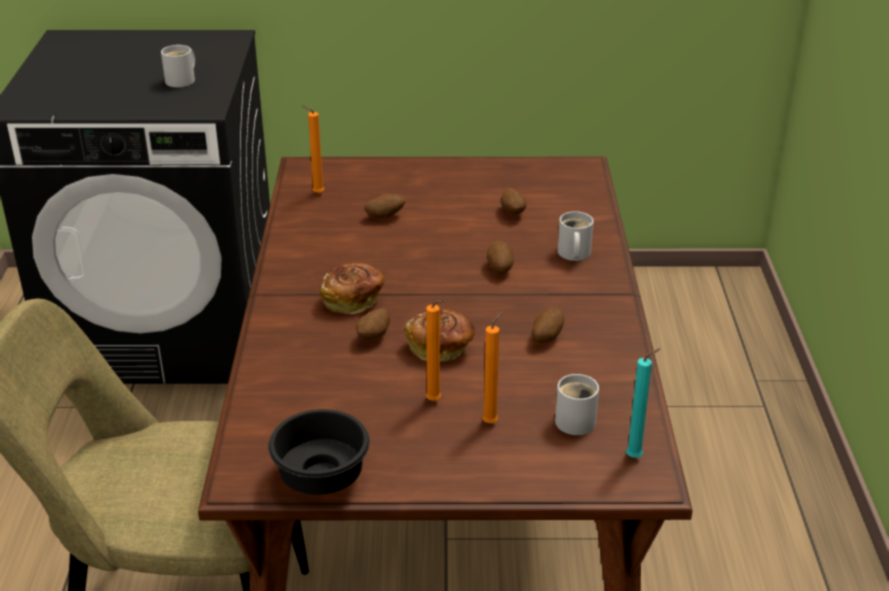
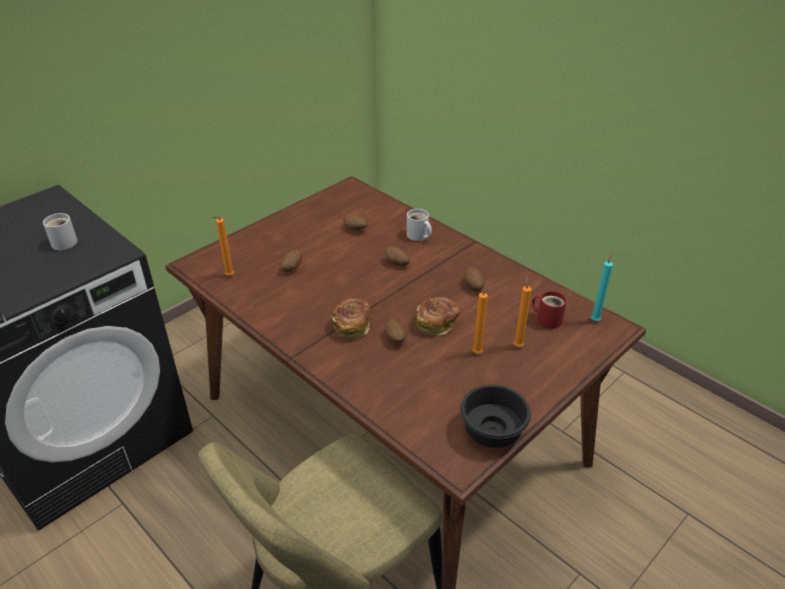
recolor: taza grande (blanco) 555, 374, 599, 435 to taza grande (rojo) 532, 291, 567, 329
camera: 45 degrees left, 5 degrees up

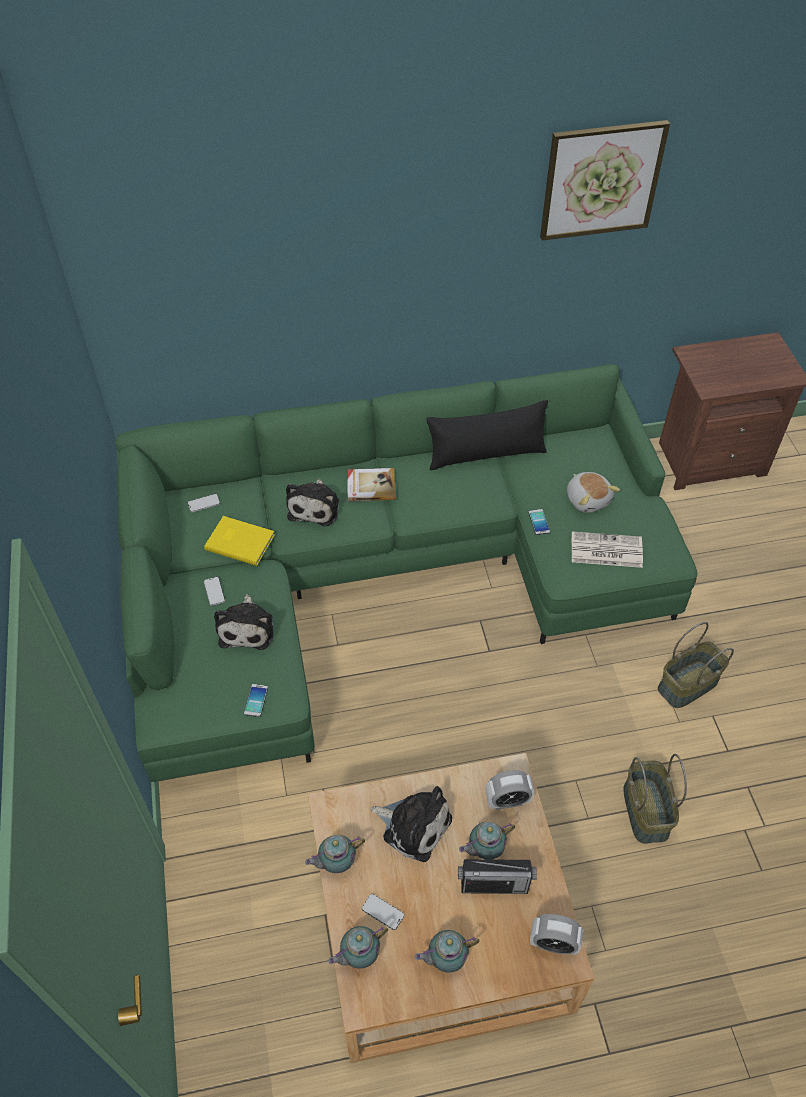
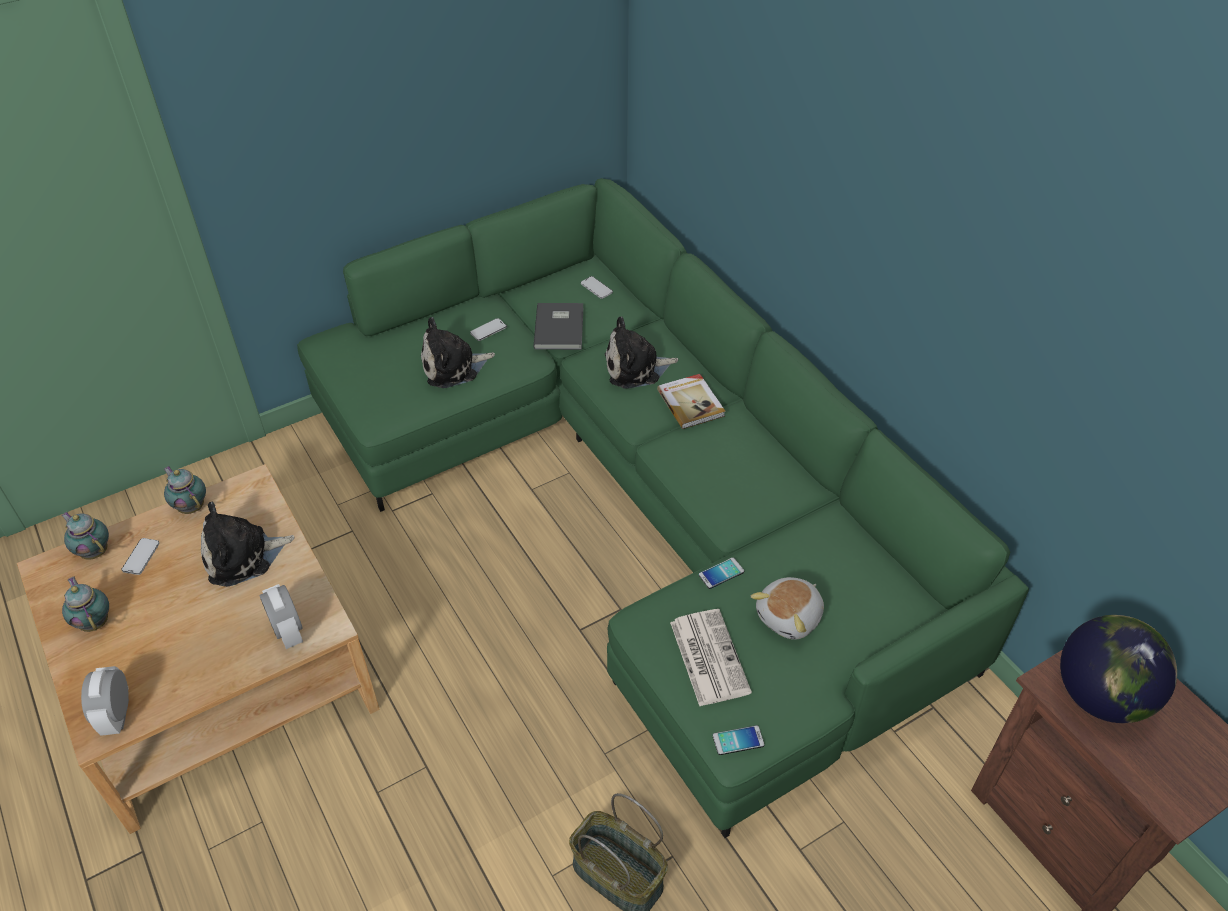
delete: cojín (negro) 427, 400, 548, 470; radio 458, 859, 537, 894; tetera 459, 821, 515, 860; cuadro 540, 120, 670, 241; cesta 623, 754, 687, 844
insert: globo terráqueo 1060, 615, 1177, 723
move: móvil 244, 684, 268, 717 to 713, 725, 765, 755
recolor: libro (amarillo) 204, 516, 275, 566 to libro (gris) 533, 303, 583, 350
rotate: peluche 370, 786, 452, 862 = 201, 502, 295, 587 60 degrees clockwise
camera: 70 degrees right, 5 degrees down

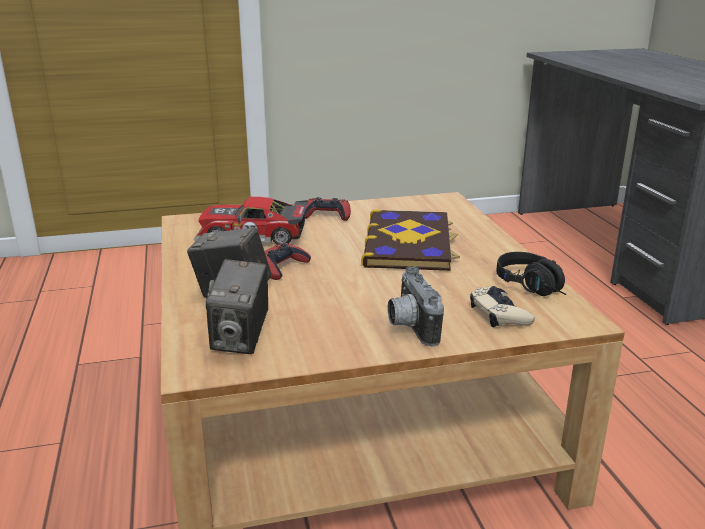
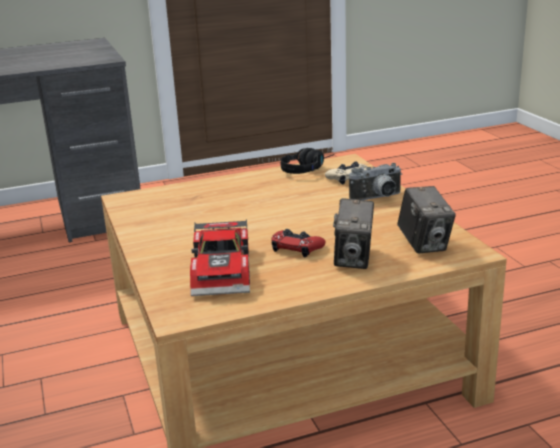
delete: mando de consola (rojo) 305, 197, 351, 221; libro 361, 209, 460, 271
rotate: cámara 206, 259, 268, 354 = 397, 186, 456, 254 75 degrees clockwise
camera: 95 degrees left, 0 degrees up

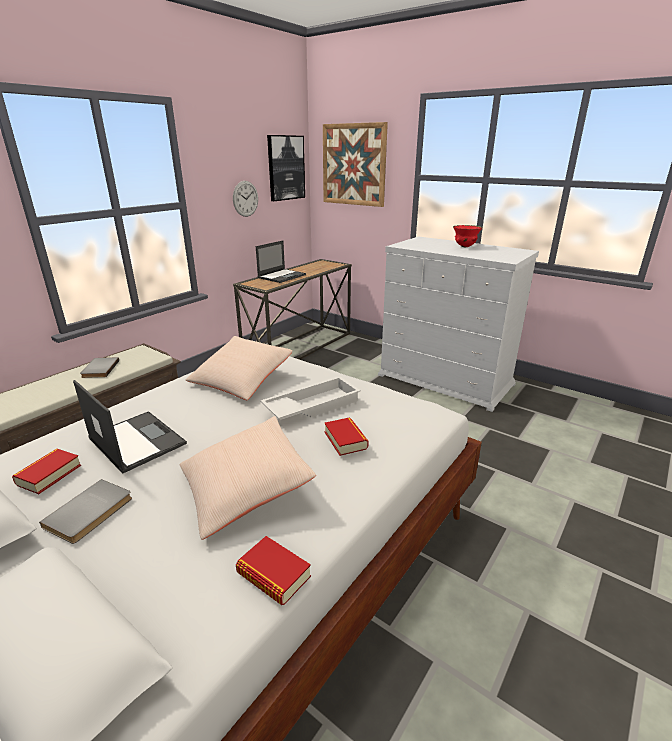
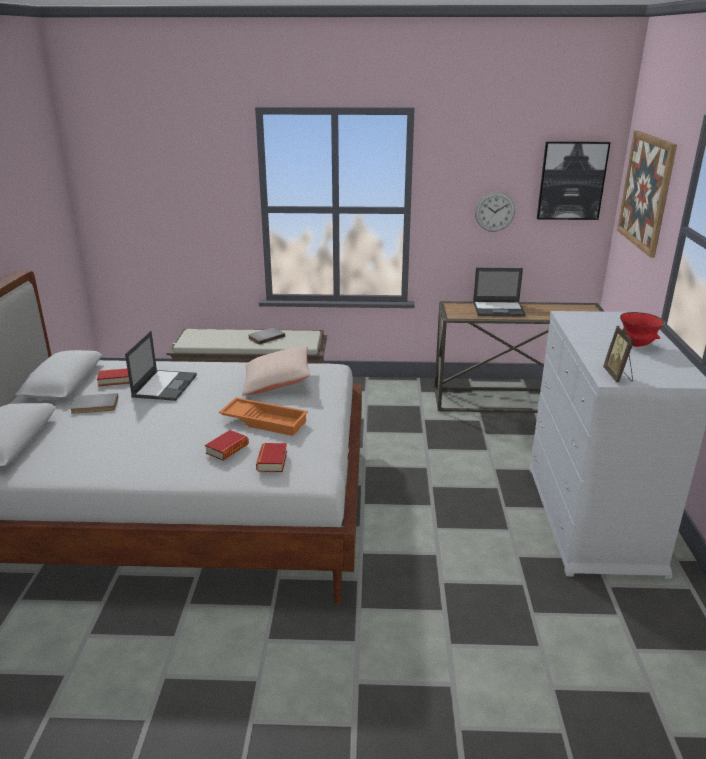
delete: cojín (beis) 180, 416, 316, 540
insert: portarretratos 603, 326, 634, 382
move: libro 236, 536, 311, 605 to 256, 443, 287, 472
recolor: bandeja (blanco) 260, 376, 361, 420 to bandeja (naranja) 219, 397, 308, 436
camera: 55 degrees right, 0 degrees up

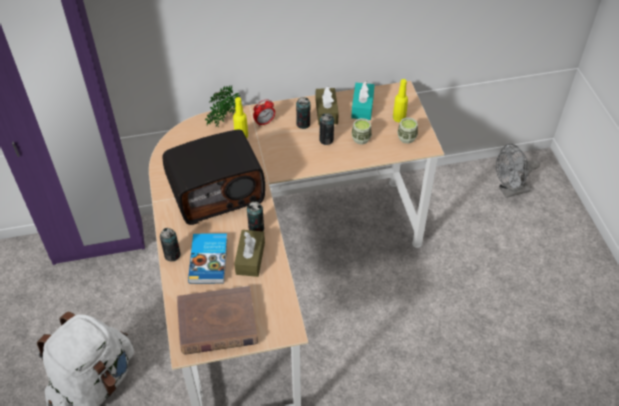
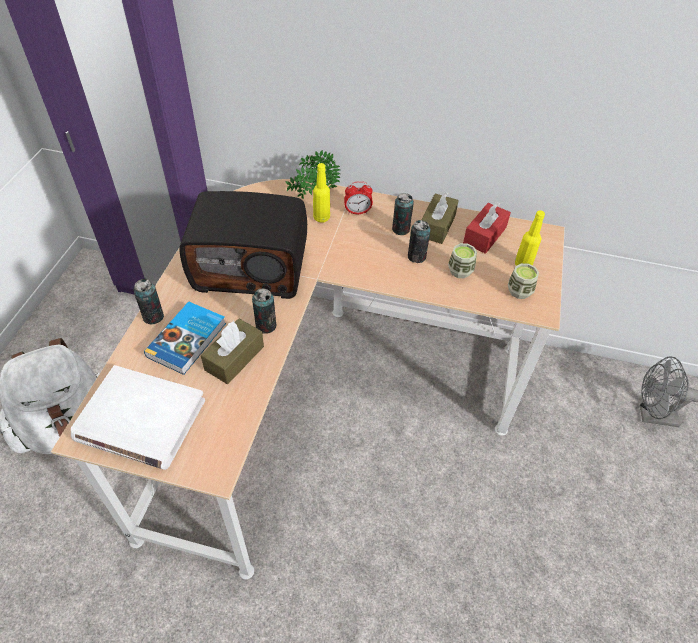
recolor: libro (marrón) 177, 286, 258, 355 to libro (blanco) 71, 365, 205, 470; caja de pañuelos (turquesa) 351, 81, 375, 120 to caja de pañuelos (rojo) 463, 202, 511, 254
camera: 25 degrees right, 0 degrees up

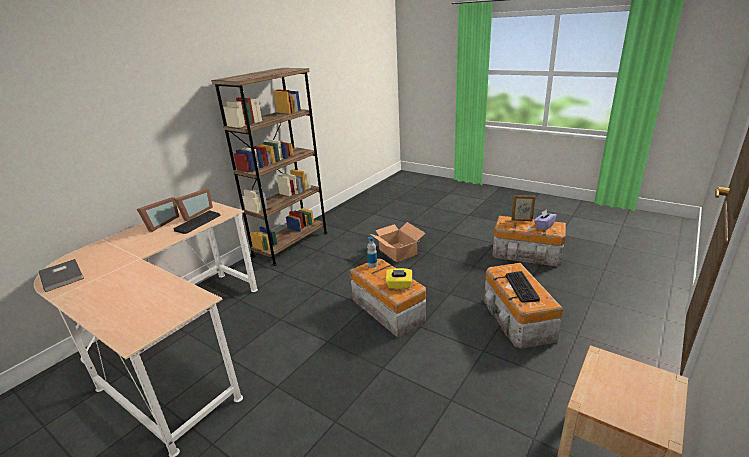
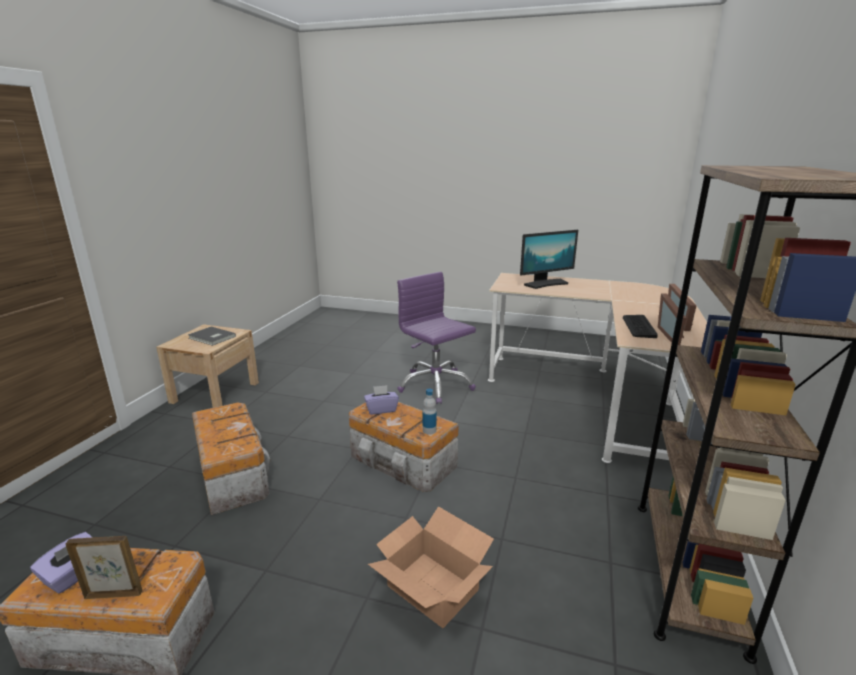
delete: teclado 506, 271, 540, 303
insert: silla de oficina (morado) 397, 272, 476, 404; monitor 520, 230, 578, 289
move: libro (gris) 39, 259, 84, 292 to 188, 327, 236, 346
recolor: caja de pañuelos (amarillo) 386, 268, 412, 289 to caja de pañuelos (morado) 364, 385, 399, 415
camera: 160 degrees right, 5 degrees down

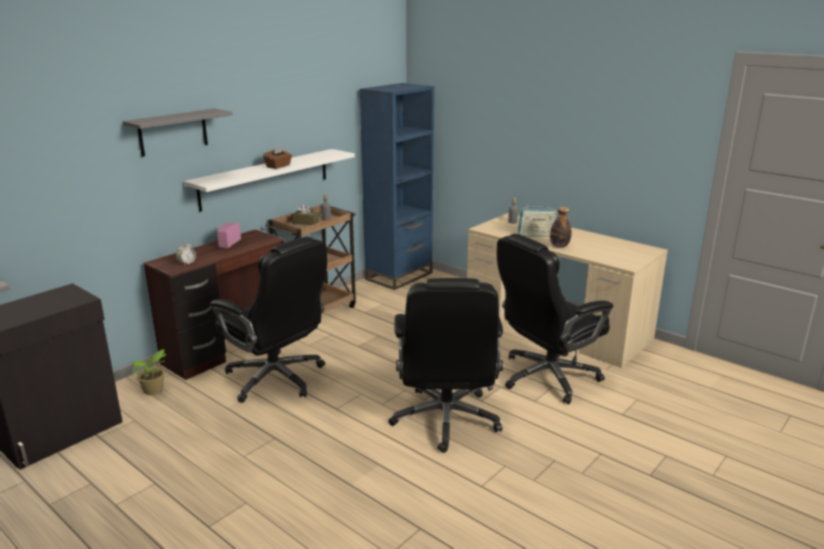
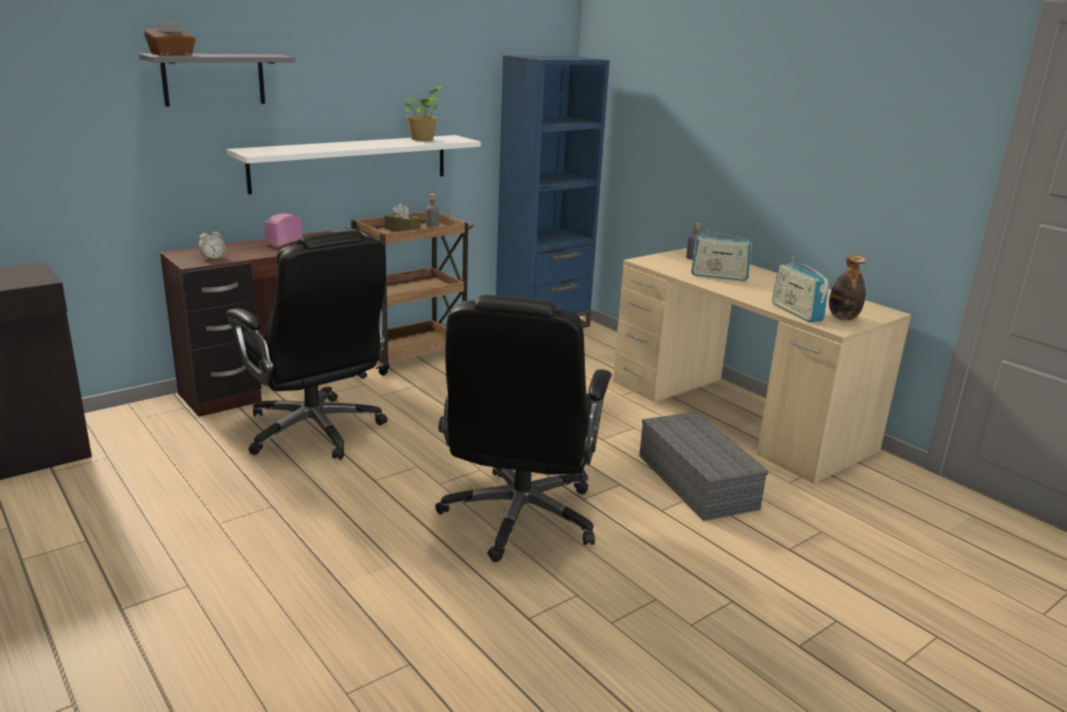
insert: radio 772, 256, 829, 323
move: caja de pañuelos (marrón) 263, 146, 292, 169 to 144, 20, 196, 56; planta en maceta 132, 349, 166, 395 to 404, 86, 441, 141; botella 550, 207, 571, 248 to 829, 254, 866, 320
replace: silla de oficina (negro) 497, 234, 613, 404 to caja de almacenaje (gris) 639, 412, 769, 521
camera: 10 degrees right, 0 degrees up

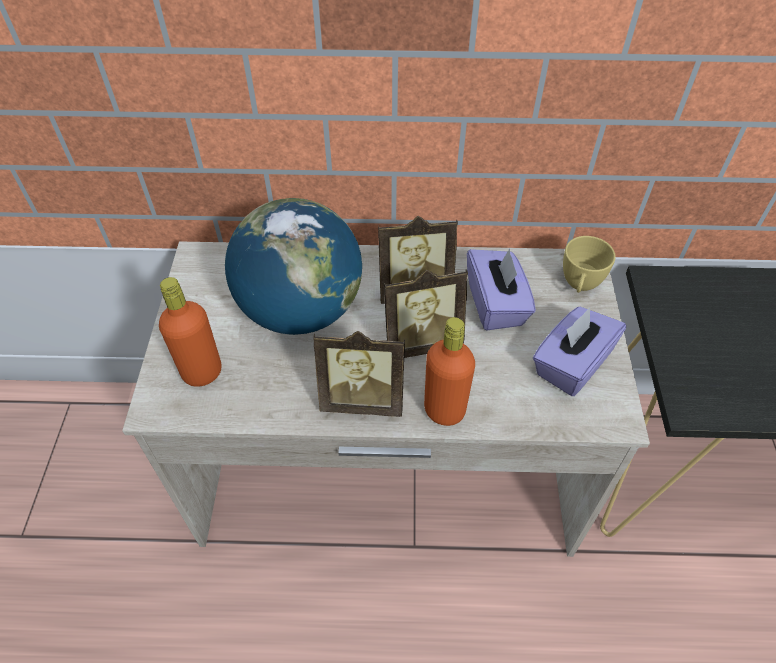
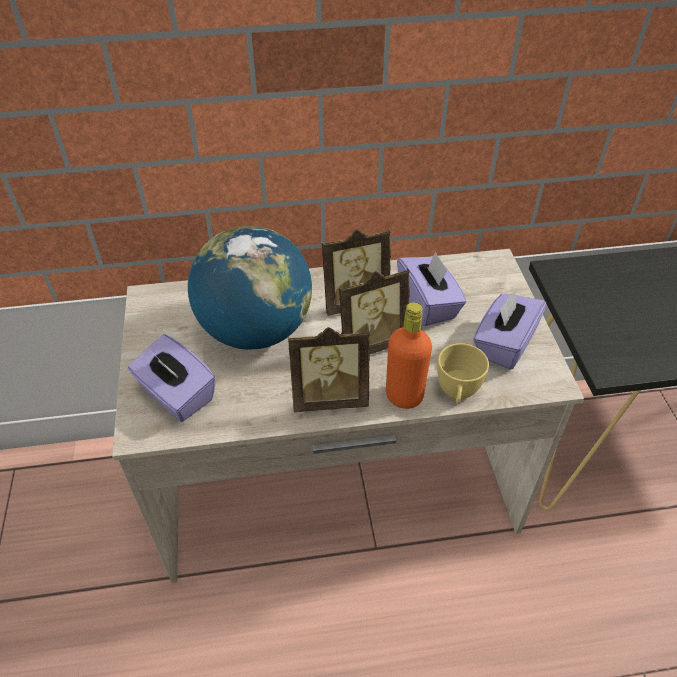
move: taza (amarillo) 563, 236, 616, 293 to 437, 343, 489, 404
replace: botella (naranja) 159, 277, 221, 387 to caja de pañuelos (morado) 128, 335, 216, 422
camera: 10 degrees left, 5 degrees down

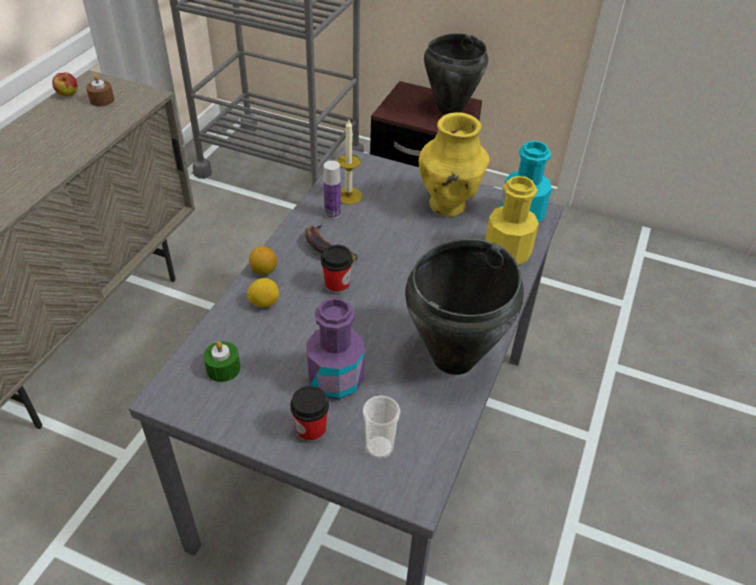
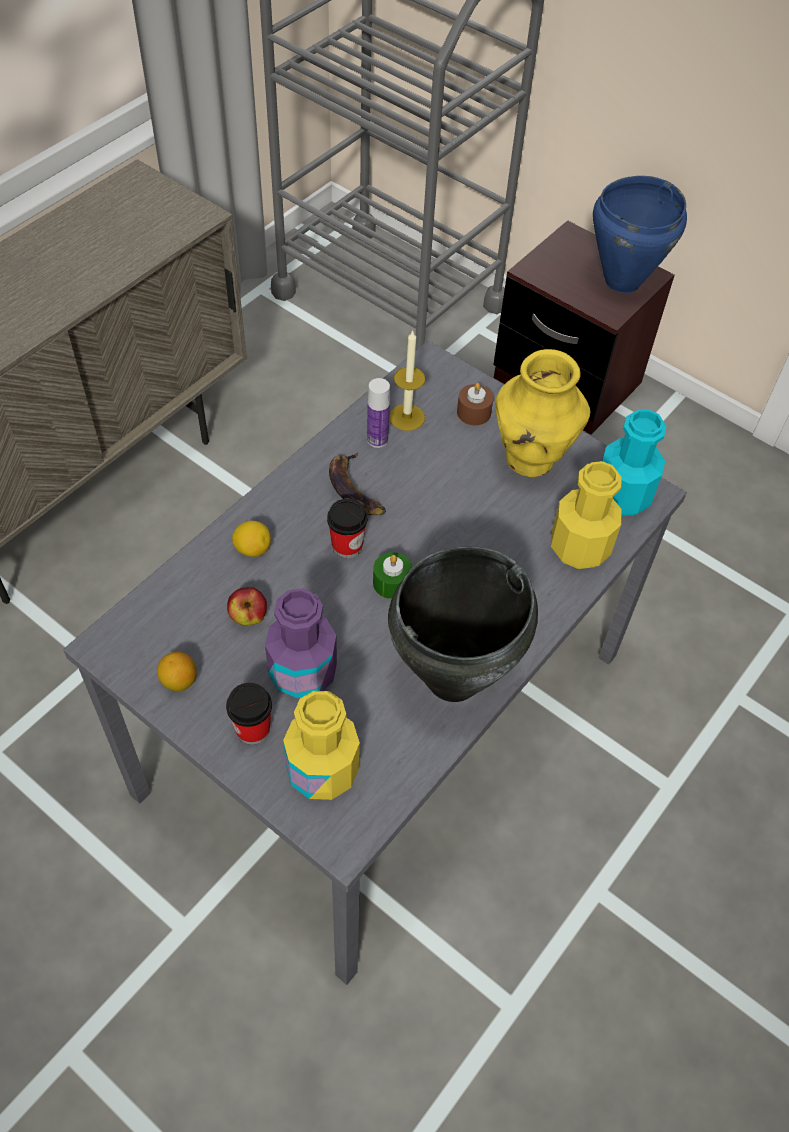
move: limón 249, 246, 277, 275 to 157, 652, 197, 691; manzana 52, 73, 77, 96 to 227, 587, 267, 626; vela (verde) 203, 341, 240, 382 to 373, 552, 413, 599; vela (marrón) 86, 74, 114, 107 to 457, 383, 494, 425
replace: taza 363, 395, 400, 459 to botella (amarillo) 283, 691, 360, 800
recolor: olla (negro) 424, 33, 488, 115 to olla (azul) 593, 176, 687, 293
camera: 15 degrees right, 10 degrees up

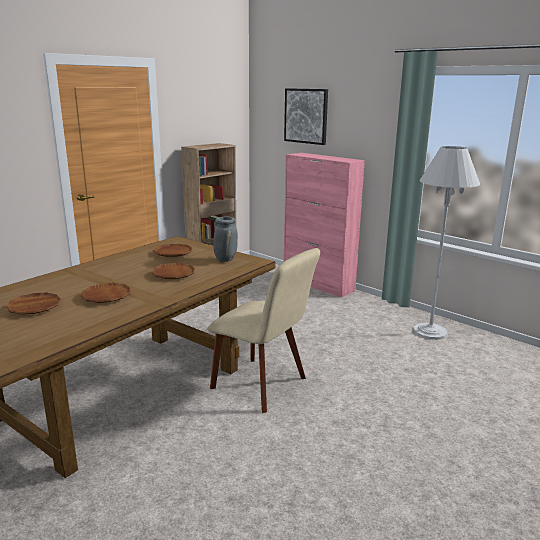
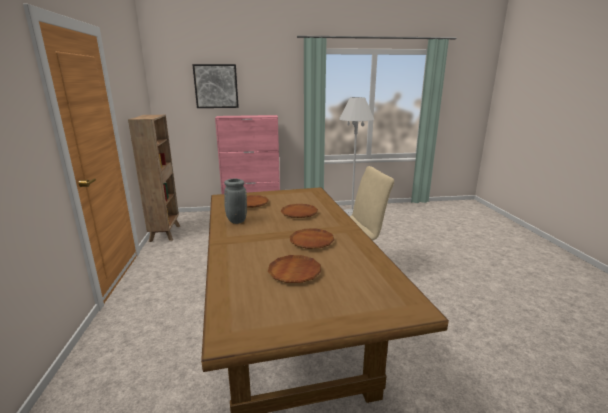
move: florero (gris) 213, 216, 238, 262 to 224, 179, 247, 224
camera: 50 degrees left, 0 degrees up

